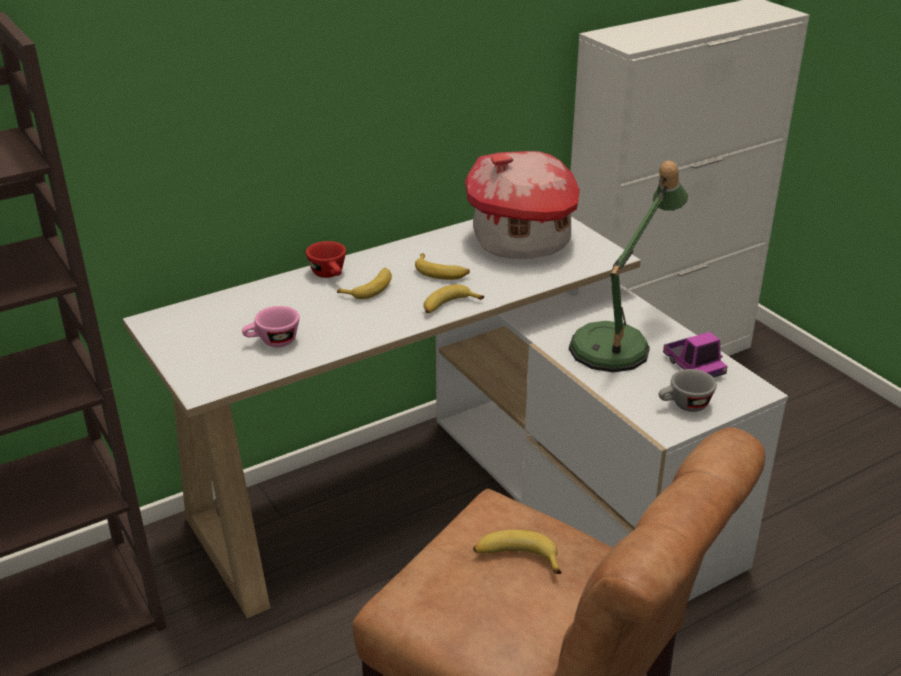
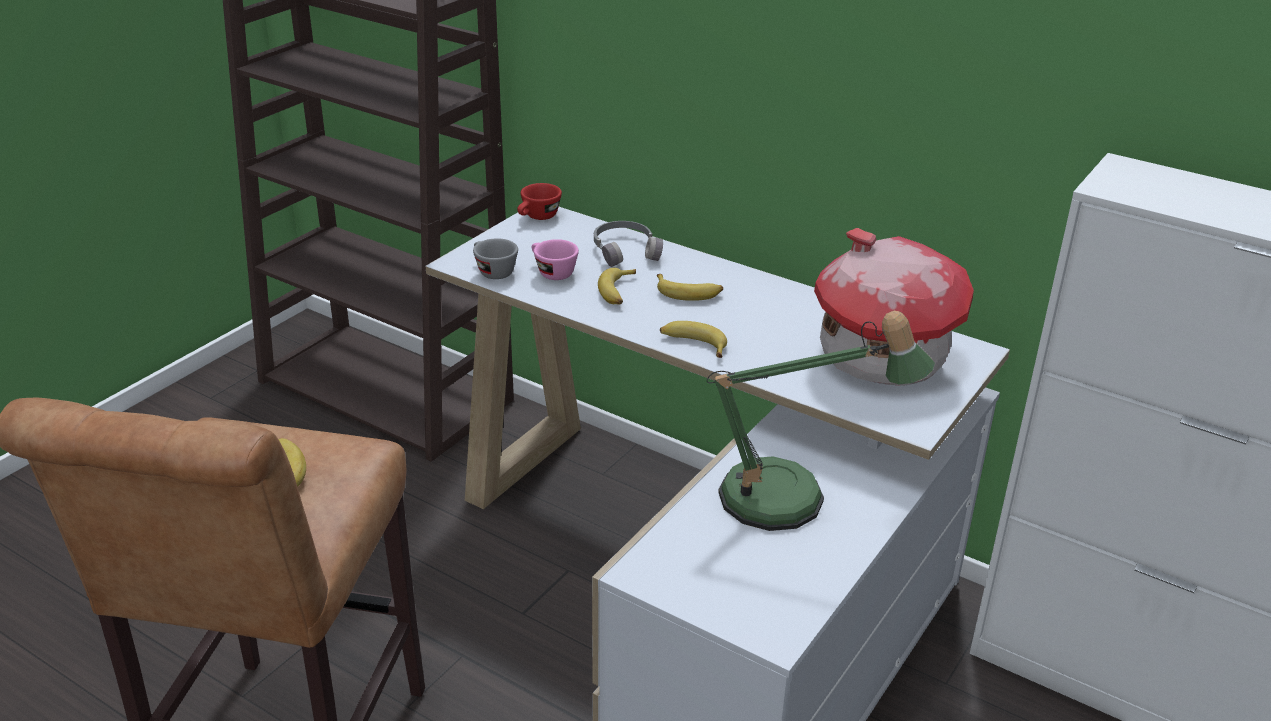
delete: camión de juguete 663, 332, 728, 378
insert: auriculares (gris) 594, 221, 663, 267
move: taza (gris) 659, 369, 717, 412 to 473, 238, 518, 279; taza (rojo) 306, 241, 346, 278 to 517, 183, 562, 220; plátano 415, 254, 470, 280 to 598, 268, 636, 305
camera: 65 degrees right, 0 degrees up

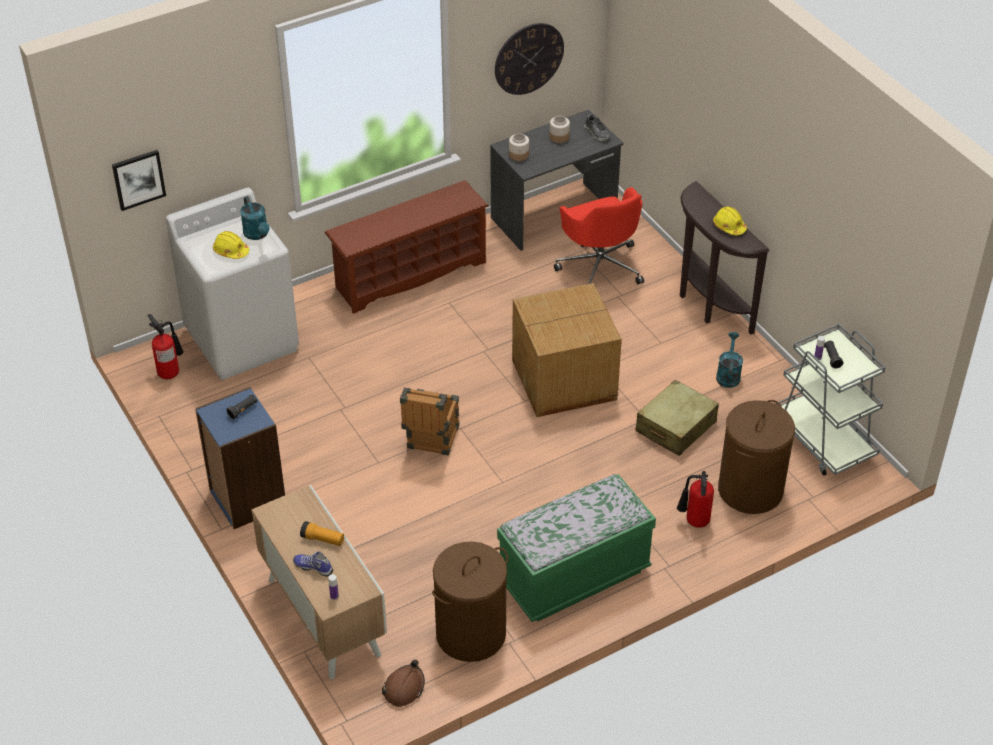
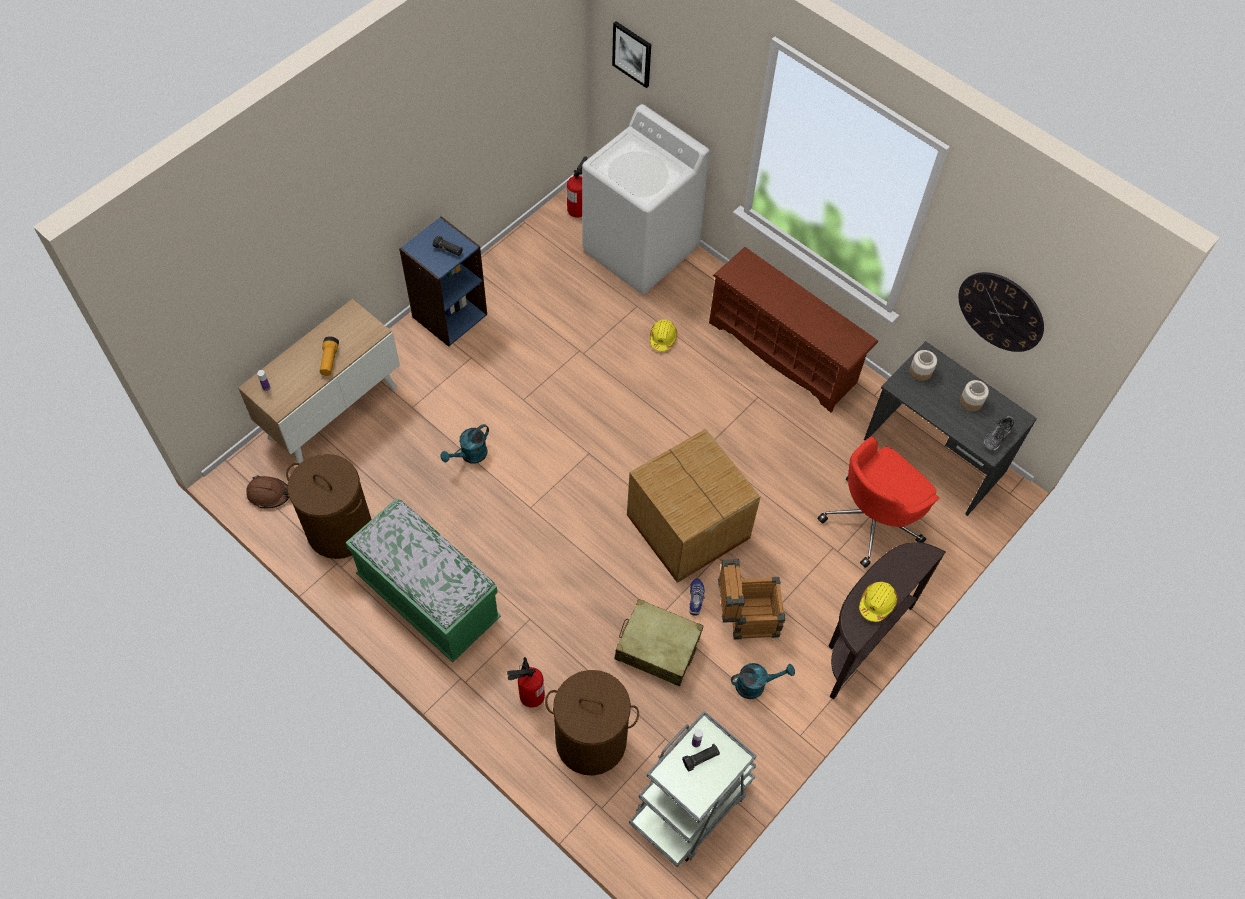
move: regadera (turquesa) 240, 196, 270, 240 to 440, 424, 489, 464; casco (amarillo) 213, 231, 249, 259 to 650, 319, 677, 352; zapato 293, 551, 333, 577 to 689, 578, 705, 616; caja de embalaje 400, 387, 459, 456 to 718, 559, 785, 640
camera: 70 degrees right, 15 degrees up

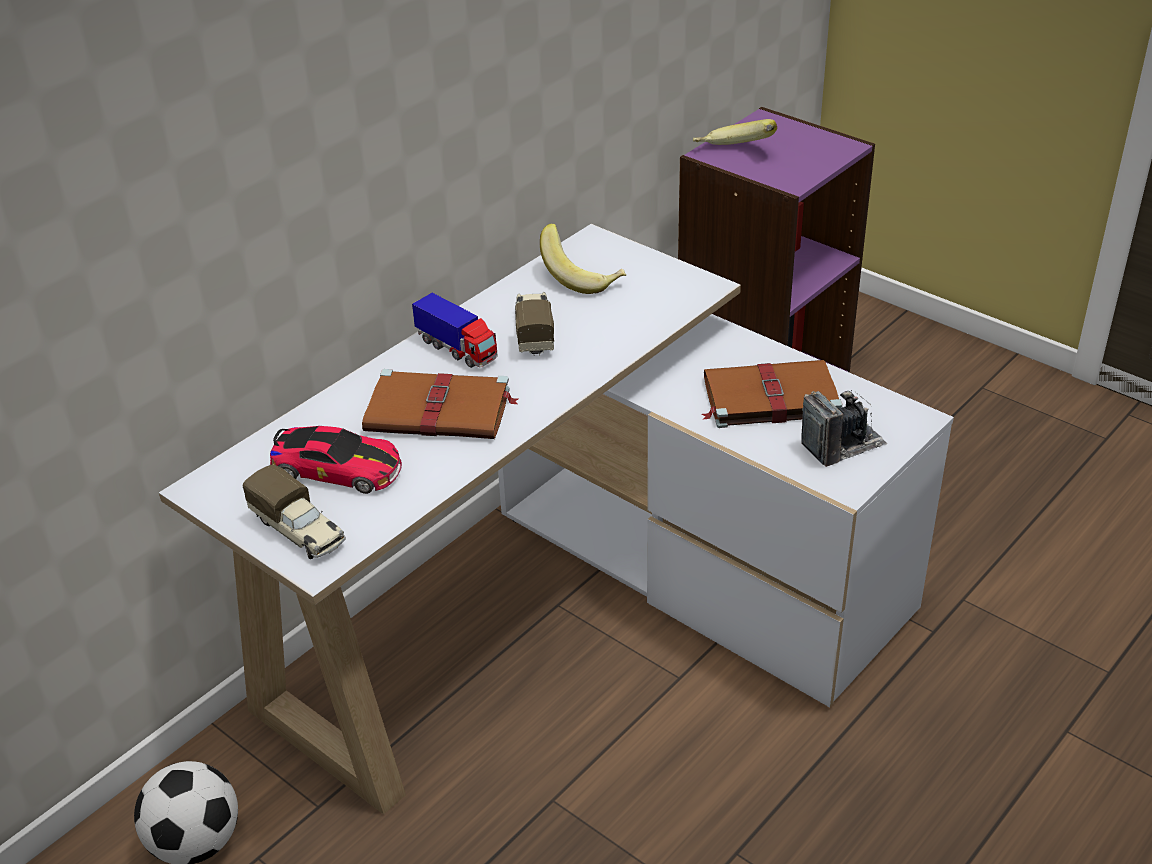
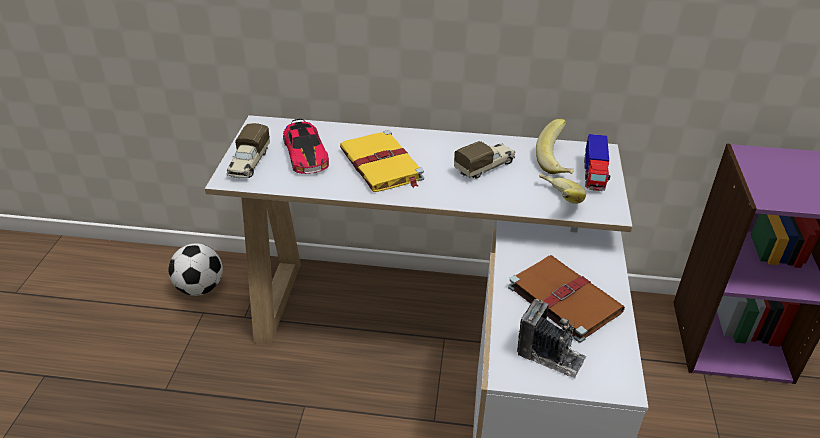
move: plátano 693, 119, 777, 145 to 539, 173, 586, 204; camión de juguete 412, 293, 498, 368 to 584, 134, 610, 191
recolor: libro (marrón) 362, 369, 518, 439 to libro (amarillo) 340, 130, 424, 192
camera: 55 degrees right, 0 degrees up

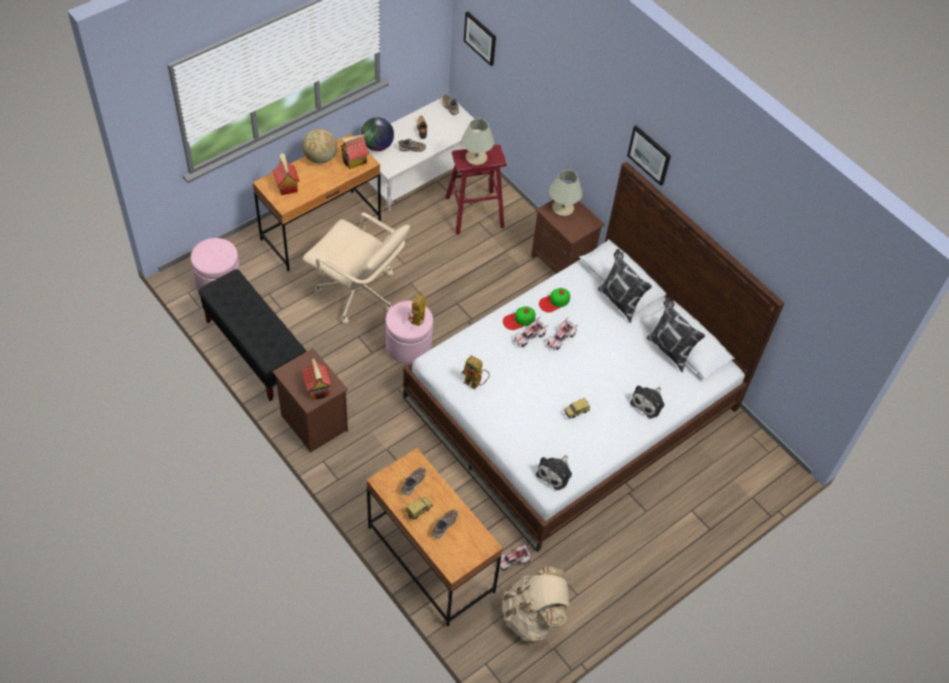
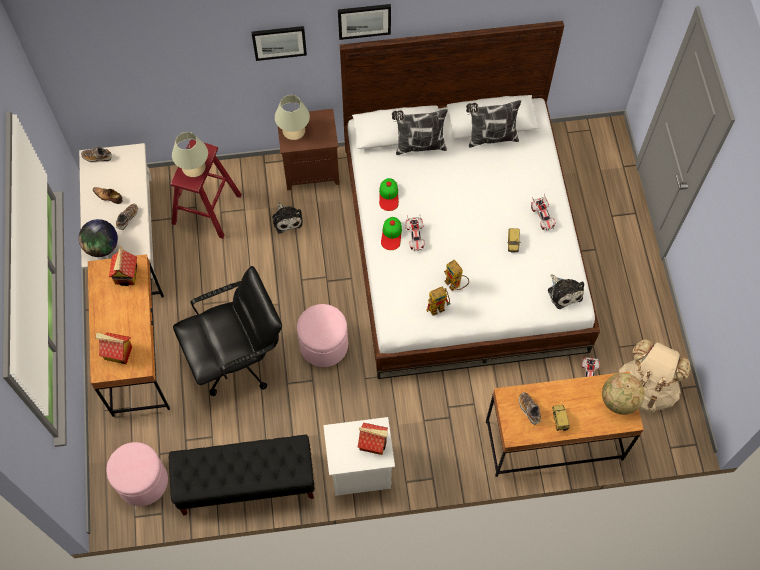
delete: zapato 432, 509, 458, 538
move: cuadro 464, 11, 496, 66 to 252, 26, 307, 61; peluche 630, 385, 665, 418 to 272, 203, 303, 234; robot de juguete 408, 293, 426, 326 to 444, 260, 469, 291; coche de juguete 547, 318, 578, 350 to 531, 194, 556, 231; globo terráqueo 302, 129, 337, 164 to 602, 373, 645, 415
recolor: silla de oficina (beis) 303, 212, 410, 324 to silla de oficina (negro) 173, 266, 282, 396; mesita de noche (marrón) 273, 348, 348, 452 to mesita de noche (blanco) 323, 417, 395, 496
camera: 55 degrees left, 10 degrees up

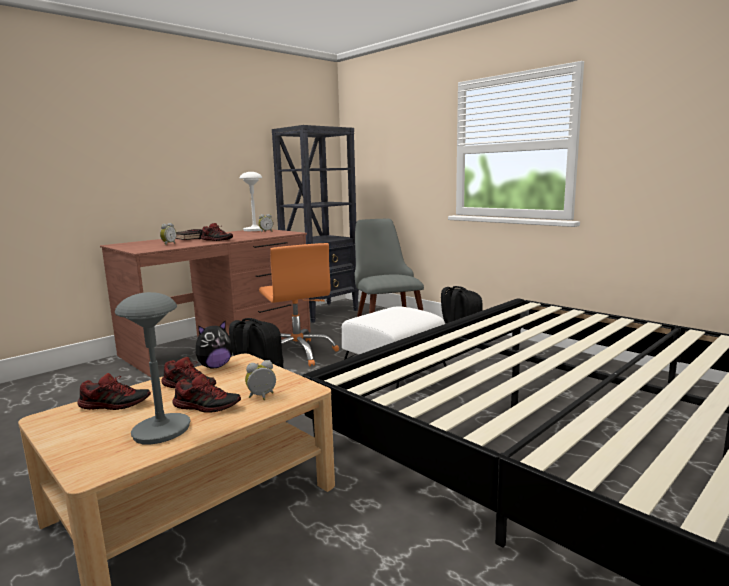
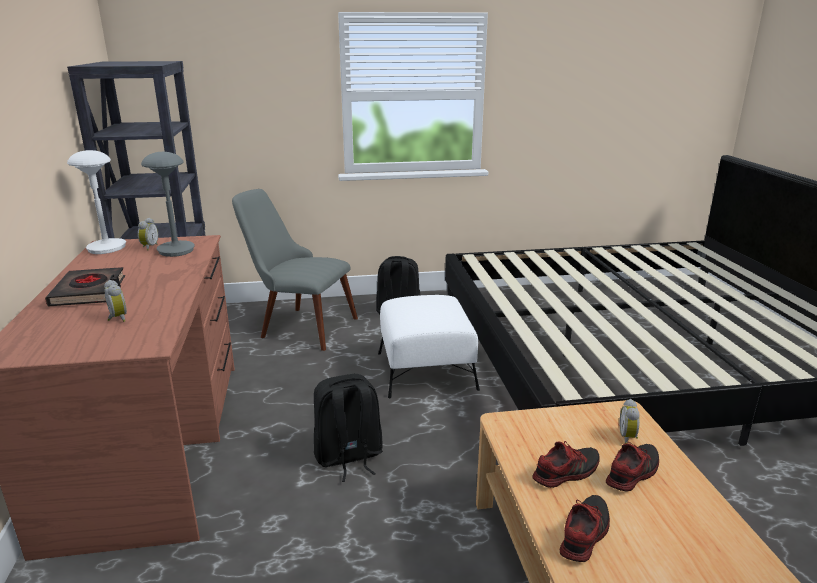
delete: peluche 195, 320, 233, 369; zapato 201, 223, 233, 241; silla de oficina (naranja) 259, 243, 339, 366
move: lámpara de mesa (gris) 115, 292, 191, 444 to 141, 152, 195, 257
camera: 55 degrees left, 10 degrees up

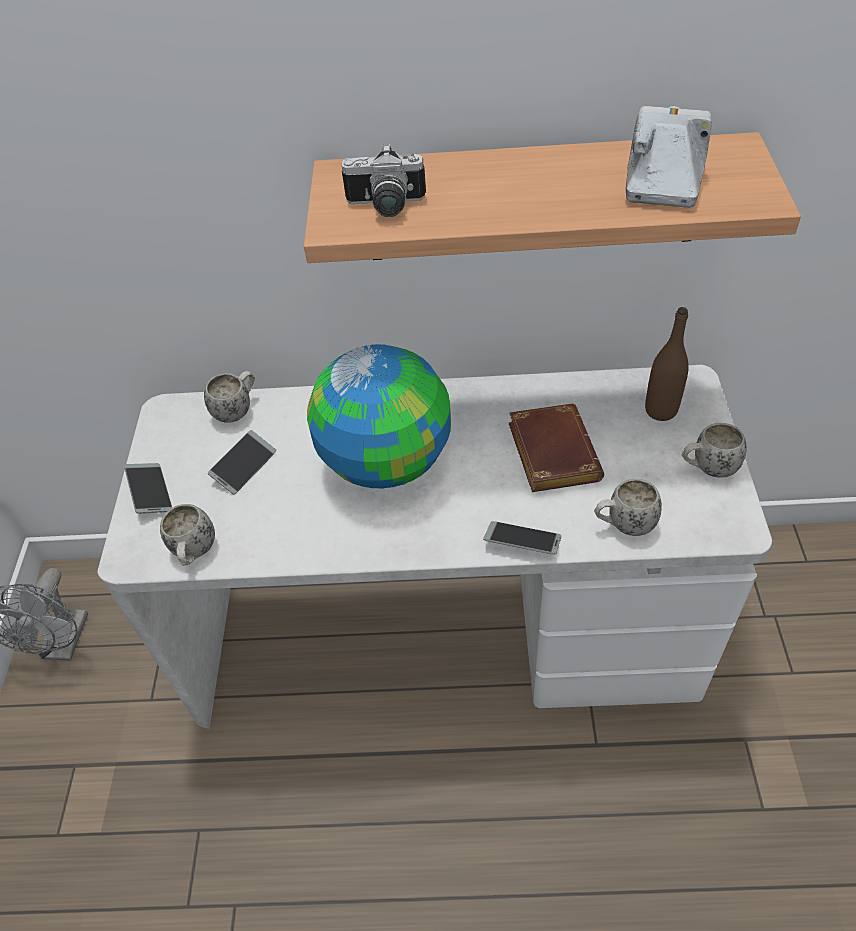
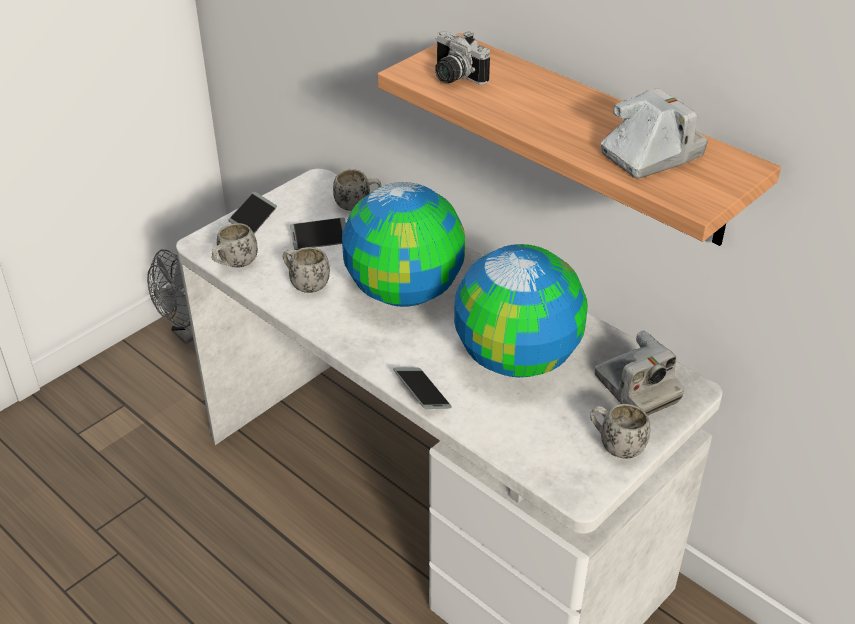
move: taza grande (blanco) 594, 479, 662, 536 to 283, 247, 330, 293
replace: libro (marrón) 508, 404, 604, 492 to globo terráqueo 454, 244, 588, 378; botella (marrón) 645, 307, 689, 421 to cámara 595, 330, 684, 416
camera: 40 degrees right, 10 degrees down

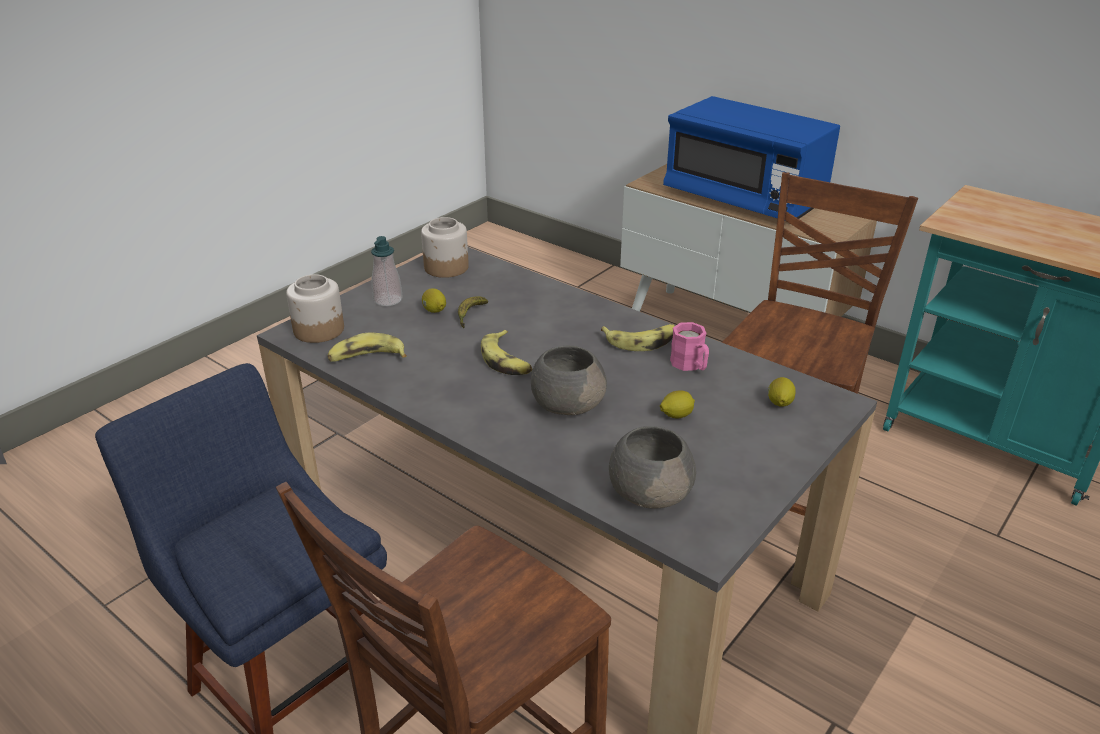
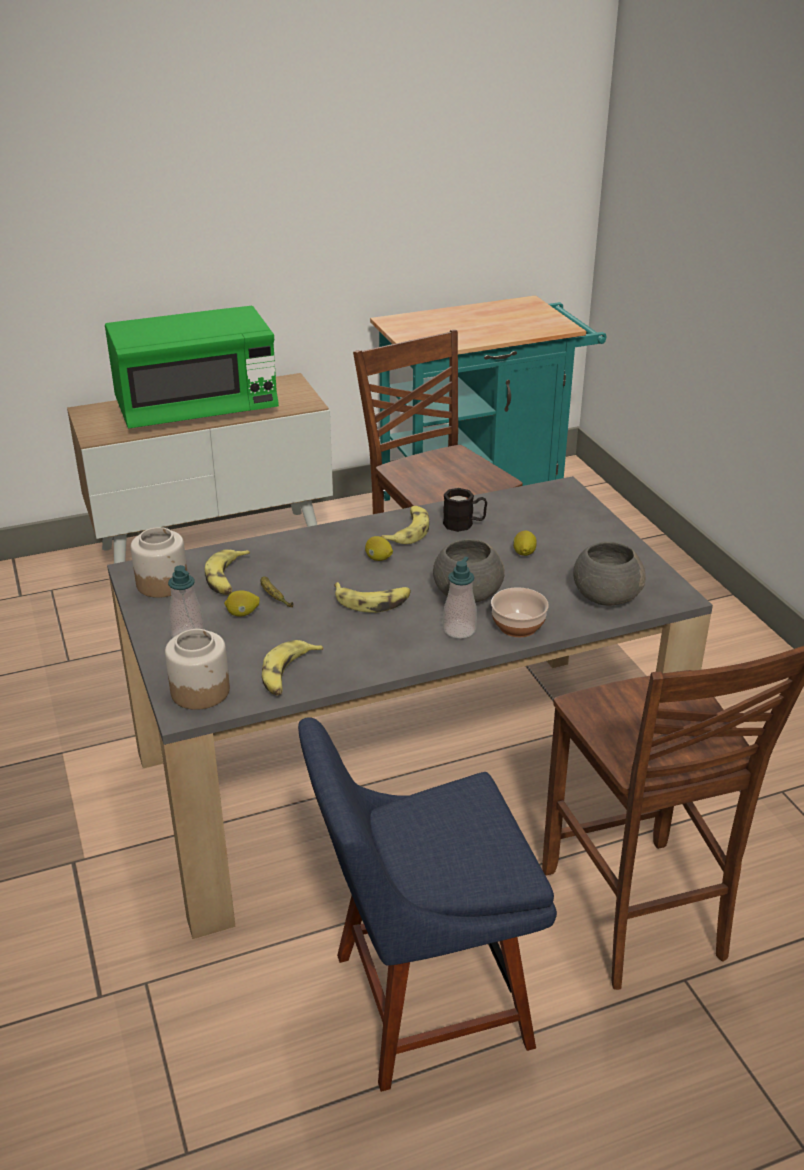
insert: plátano 205, 549, 250, 595; dispensador de jabón 443, 557, 477, 639; cuenco 491, 587, 549, 637
move: limón 768, 377, 796, 407 to 365, 536, 393, 561
recolor: microondas (azul) 663, 96, 840, 219 to microondas (verde) 105, 306, 279, 429; taza grande (rosa) 670, 322, 709, 371 to taza grande (negro) 443, 488, 487, 532
camera: 60 degrees left, 0 degrees up

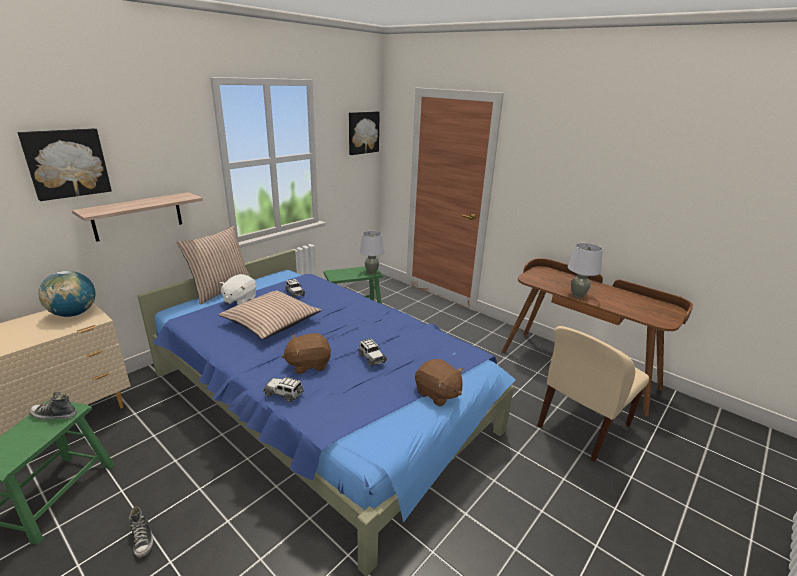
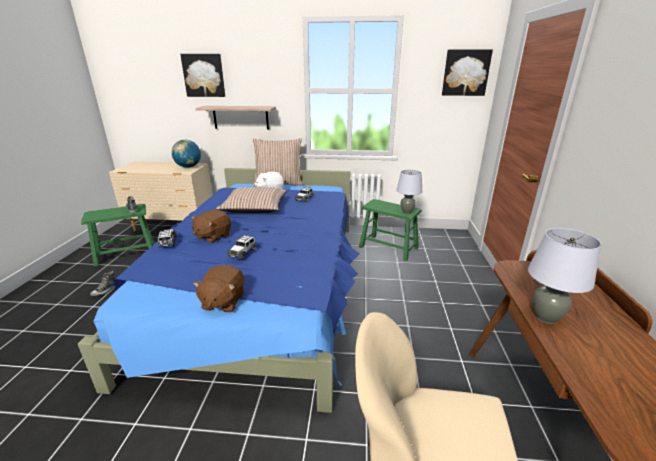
rotate: peluche (marrón) 282, 333, 331, 374 = 191, 209, 231, 243 90 degrees counterclockwise
camera: 55 degrees right, 0 degrees up

